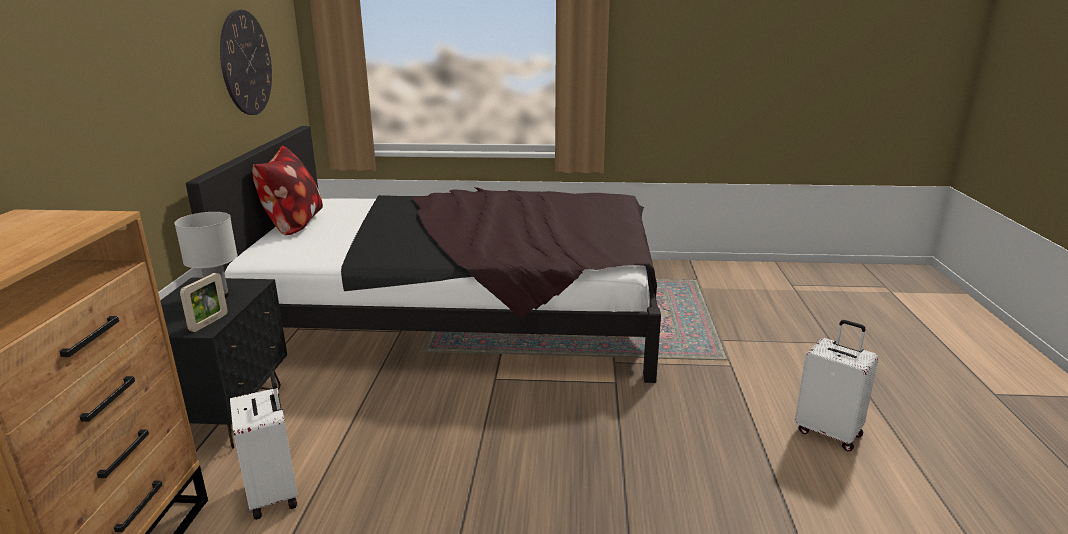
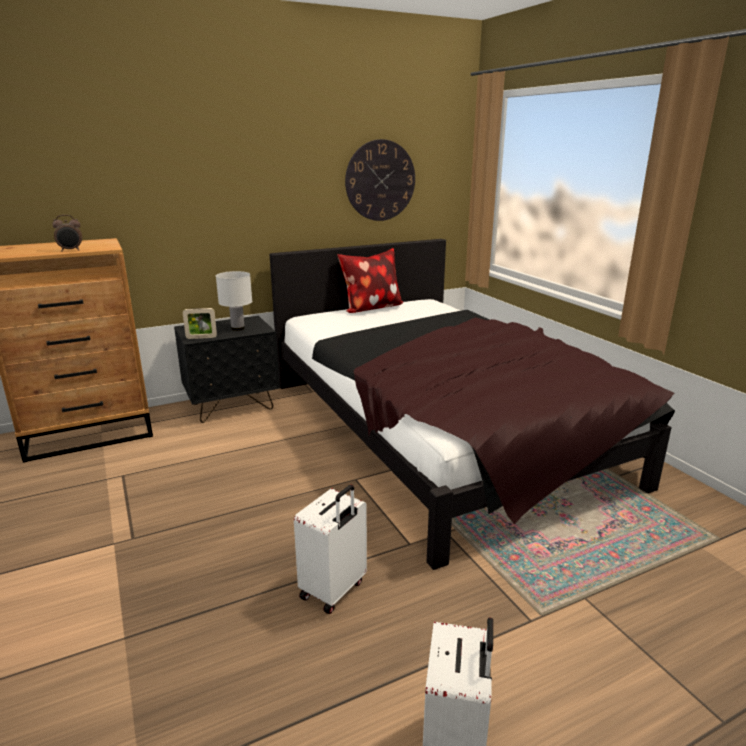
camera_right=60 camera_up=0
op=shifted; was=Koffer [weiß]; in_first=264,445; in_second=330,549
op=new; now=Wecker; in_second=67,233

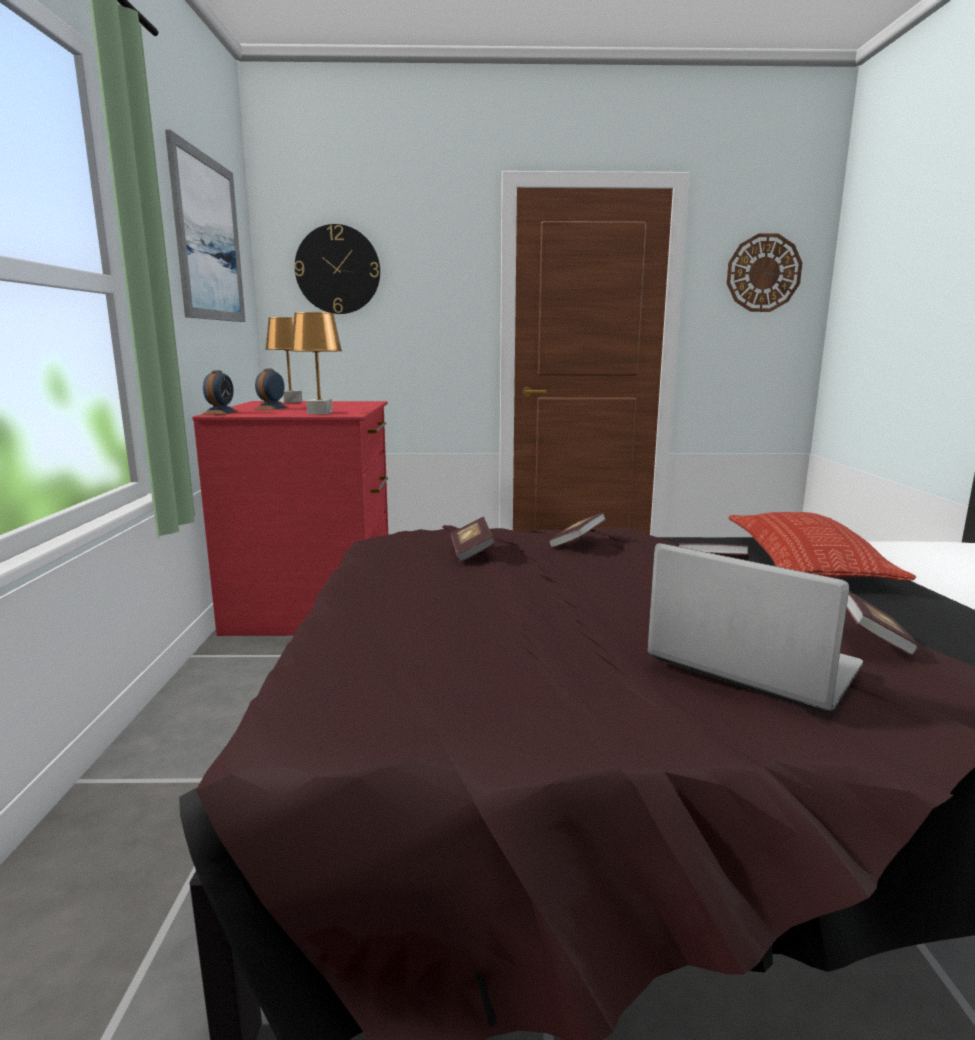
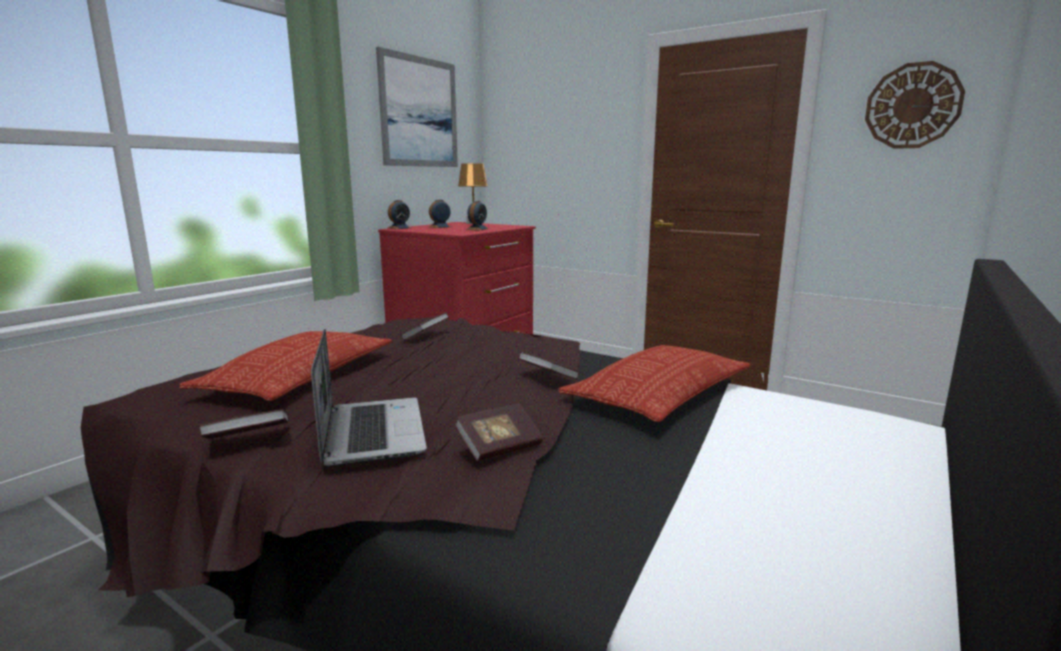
camera_right=35 camera_up=0
op=gone; was=Wanduhr; in_first=337,269
op=gone; was=Tischlampe [braun]; in_first=316,363
op=shifted; was=Buch; in_first=577,530; in_second=243,424
op=new; now=Wecker; in_second=477,216
op=new; now=Kissen; in_second=285,366

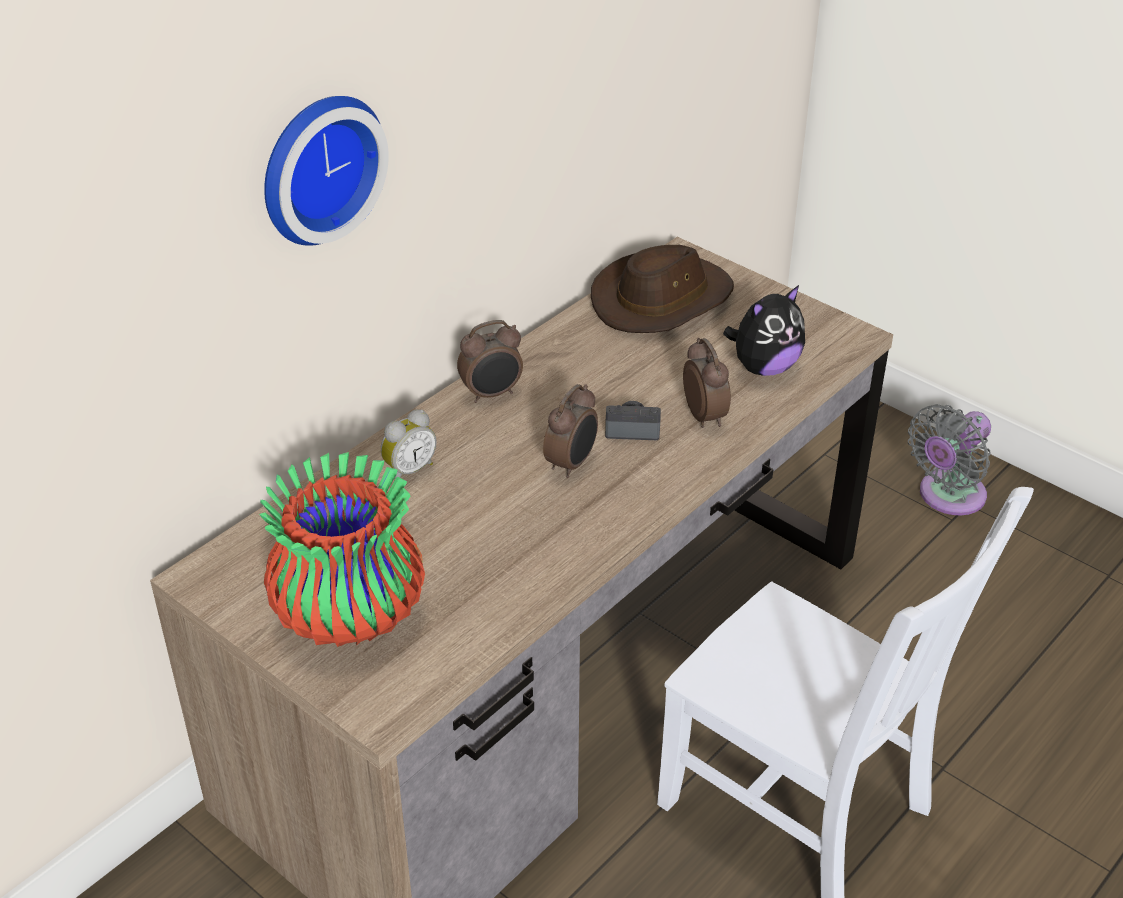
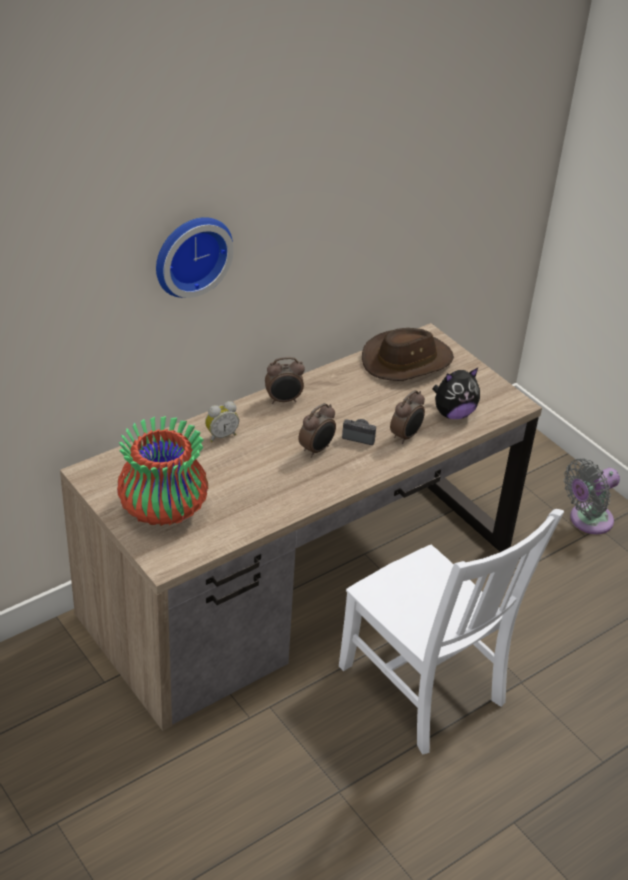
camera_right=10 camera_up=0
op=rotated; was=Wecker; in_first=707,383; in_second=407,417; clockwise=45

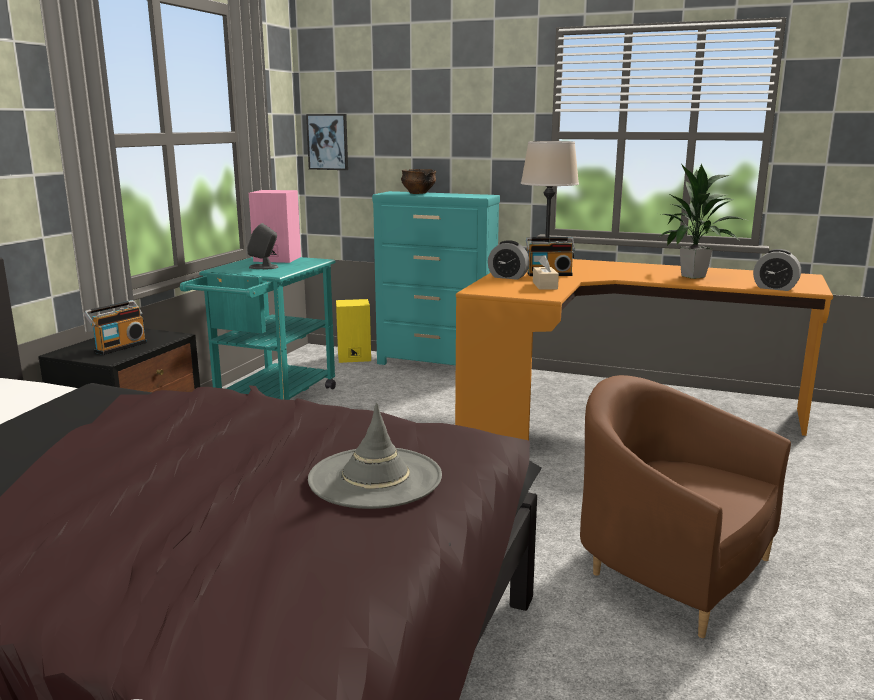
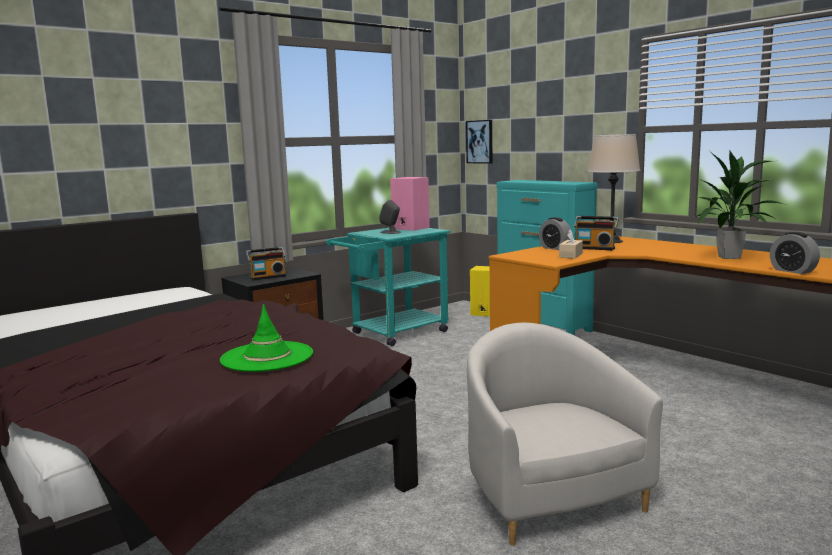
camera_right=30 camera_up=-5
op=gone; was=Schüssel; in_first=418,181
op=repainted; was=Sessel [braun]; now=Sessel [weiß]; in_first=685,506; in_second=565,434
op=repainted; was=Hut [grau]; now=Hut [grün]; in_first=375,456; in_second=266,338

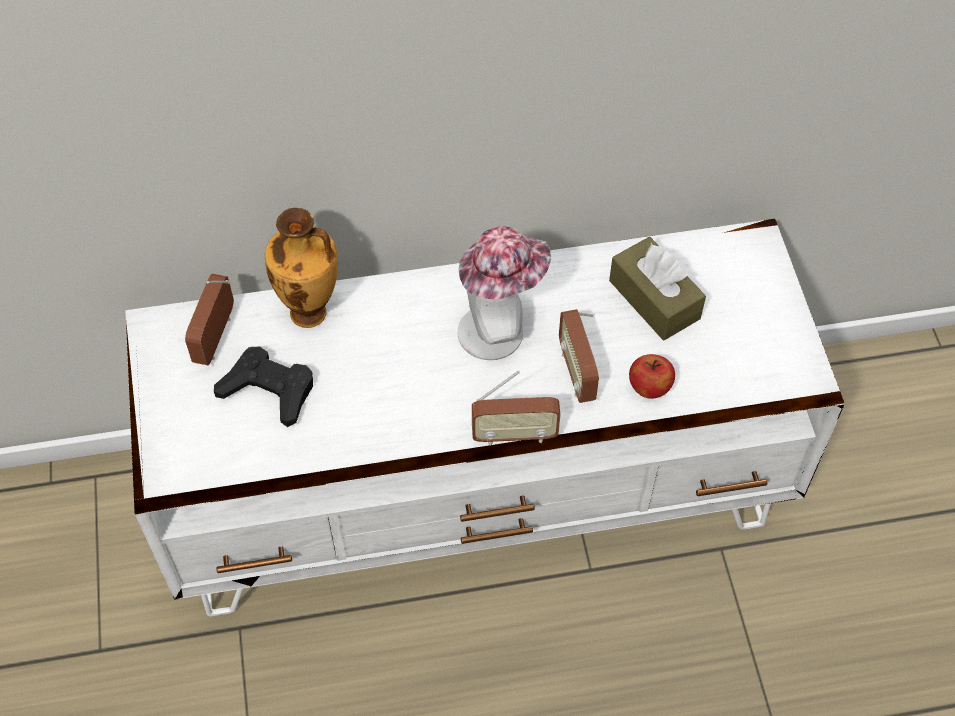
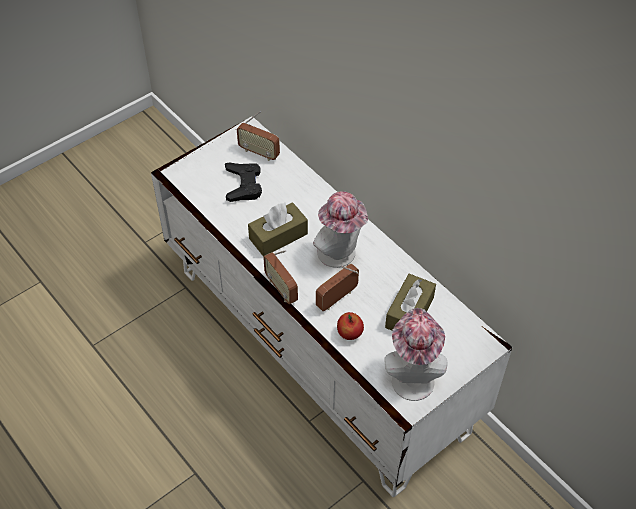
camera_right=60 camera_up=-5
op=gone; was=Vase; in_first=301,268
op=rotated; was=Radio; in_first=209,319; in_second=258,136; clockwise=-135
op=new; now=Taschentuchbox [braun]; in_second=278,229
op=new; now=Hut; in_second=415,354

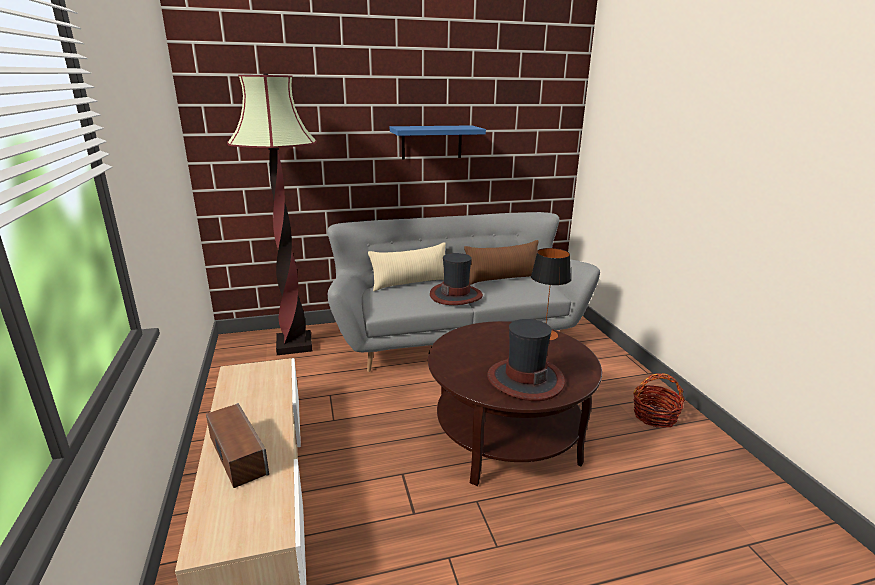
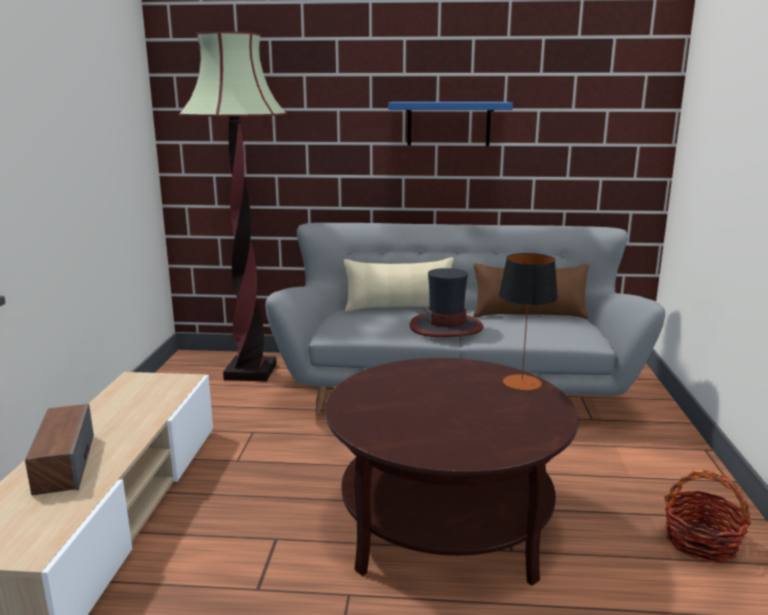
camera_right=20 camera_up=-5
op=gone; was=Hut; in_first=526,360

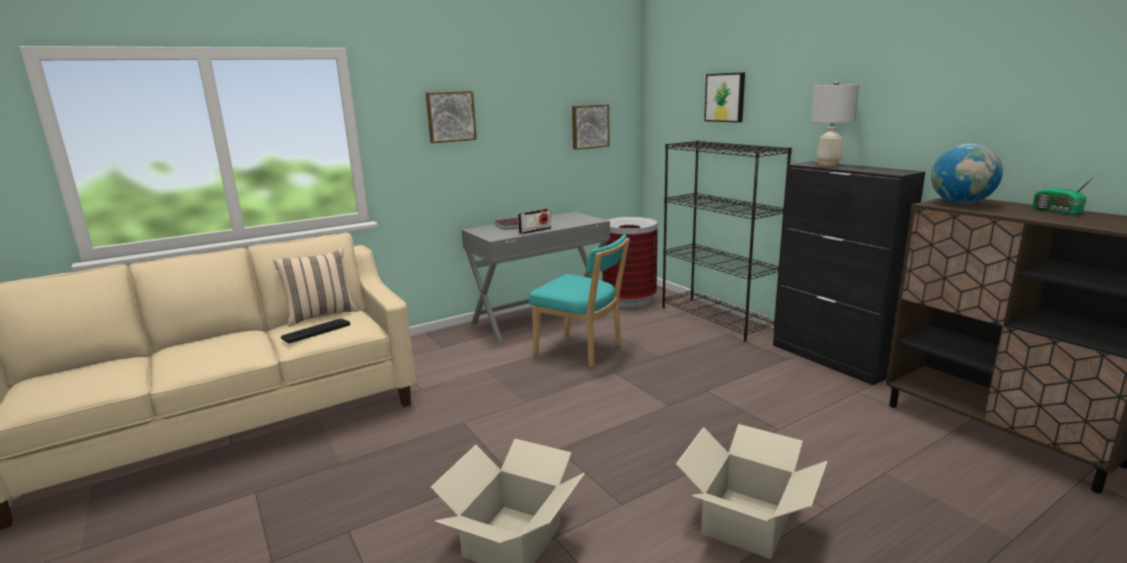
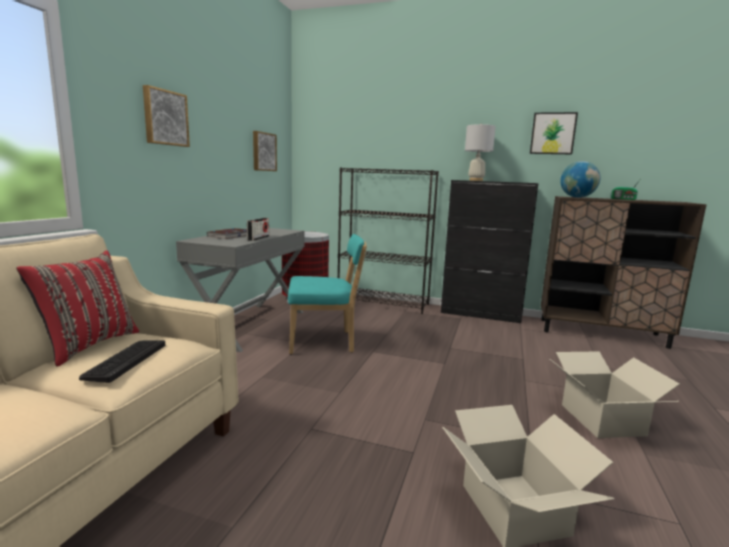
camera_right=-40 camera_up=-5
op=shifted; was=Bild; in_first=724,97; in_second=554,133
op=repainted; was=Kissen [beige]; now=Kissen [rot]; in_first=315,287; in_second=77,308

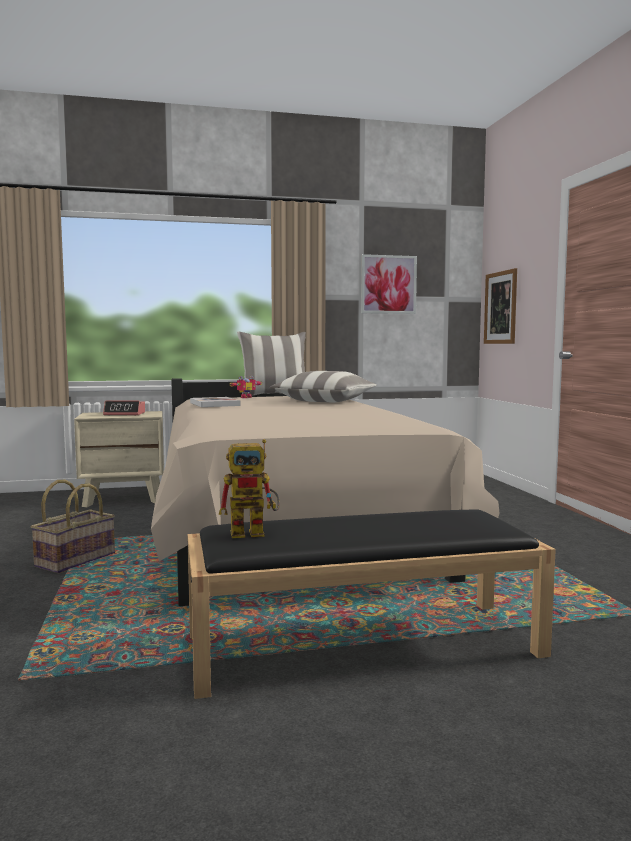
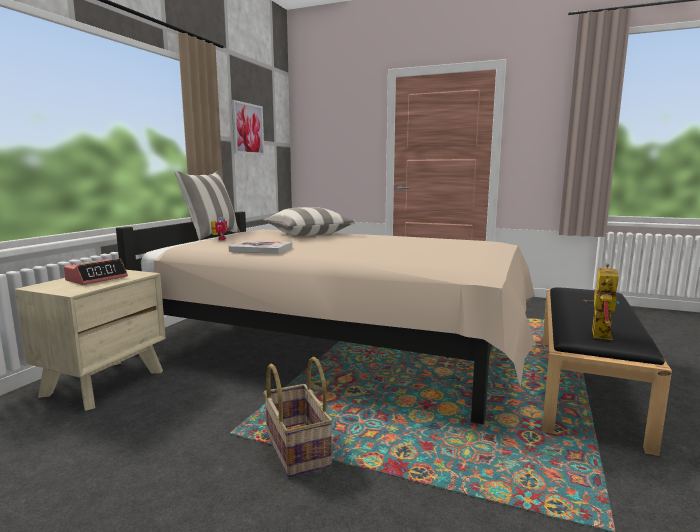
camera_right=-55 camera_up=5
op=gone; was=Bild; in_first=500,306

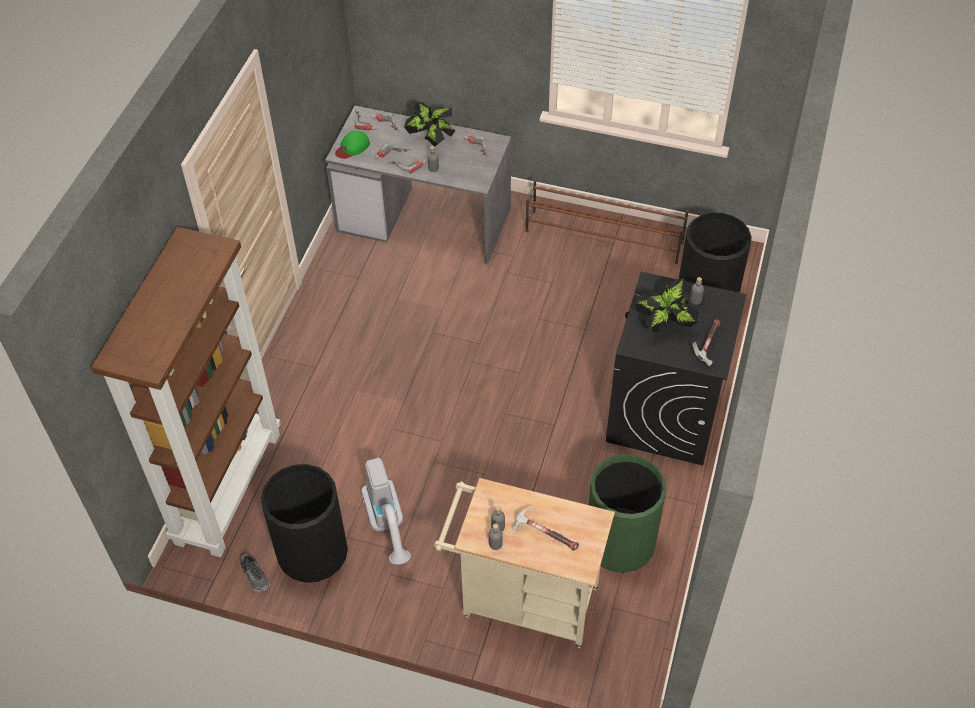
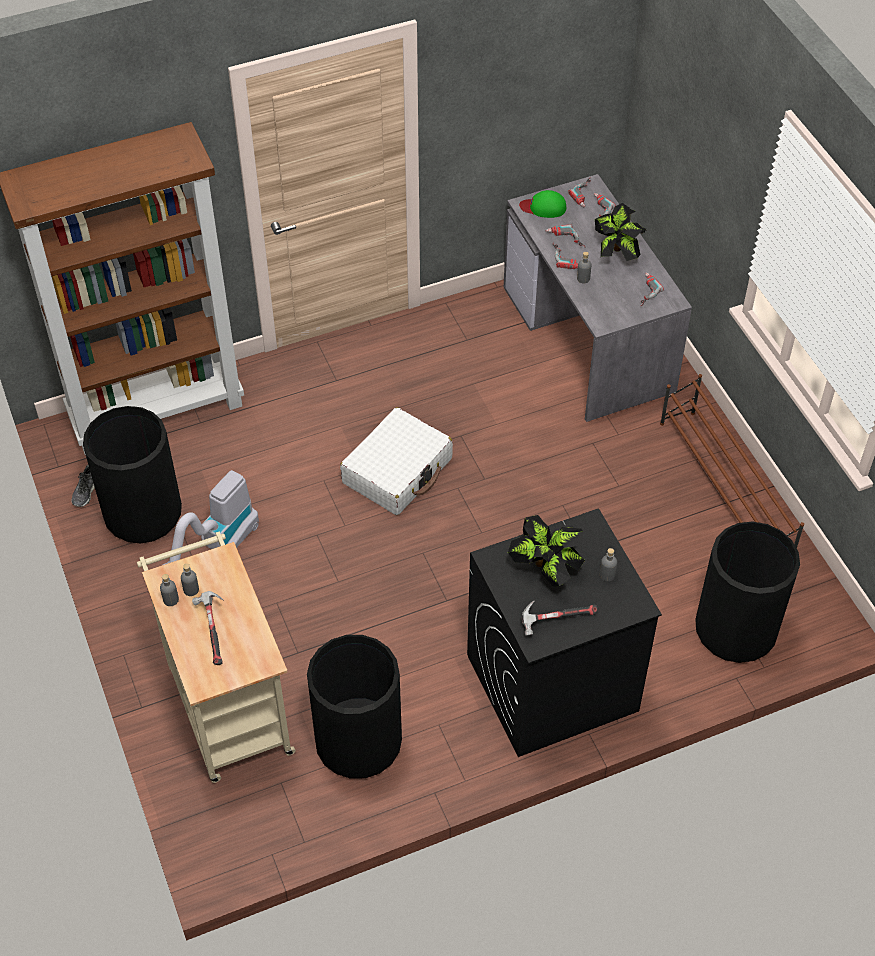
camera_right=50 camera_up=0
op=repainted; was=Mülleimer [grün]; now=Mülleimer [schwarz]; in_first=627,513; in_second=354,706
op=new; now=Koffer [weiß]; in_second=396,461

